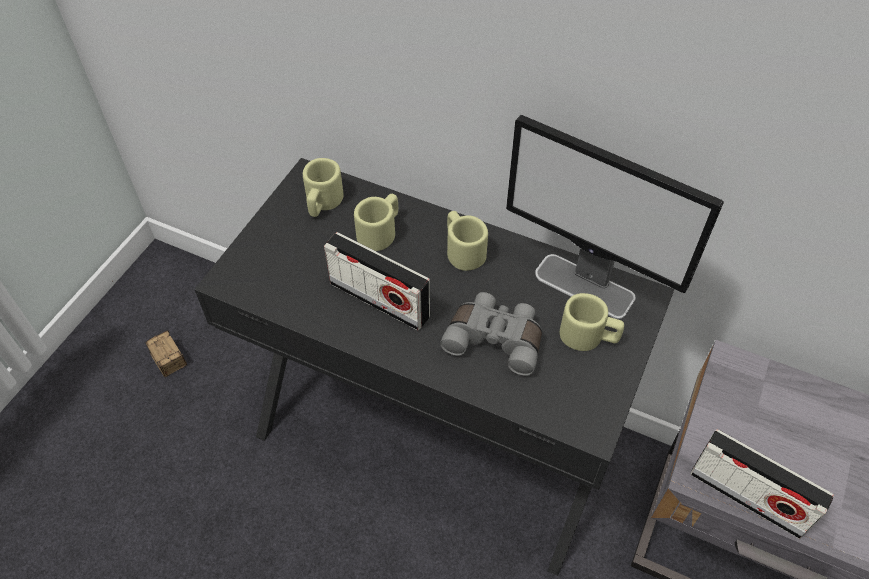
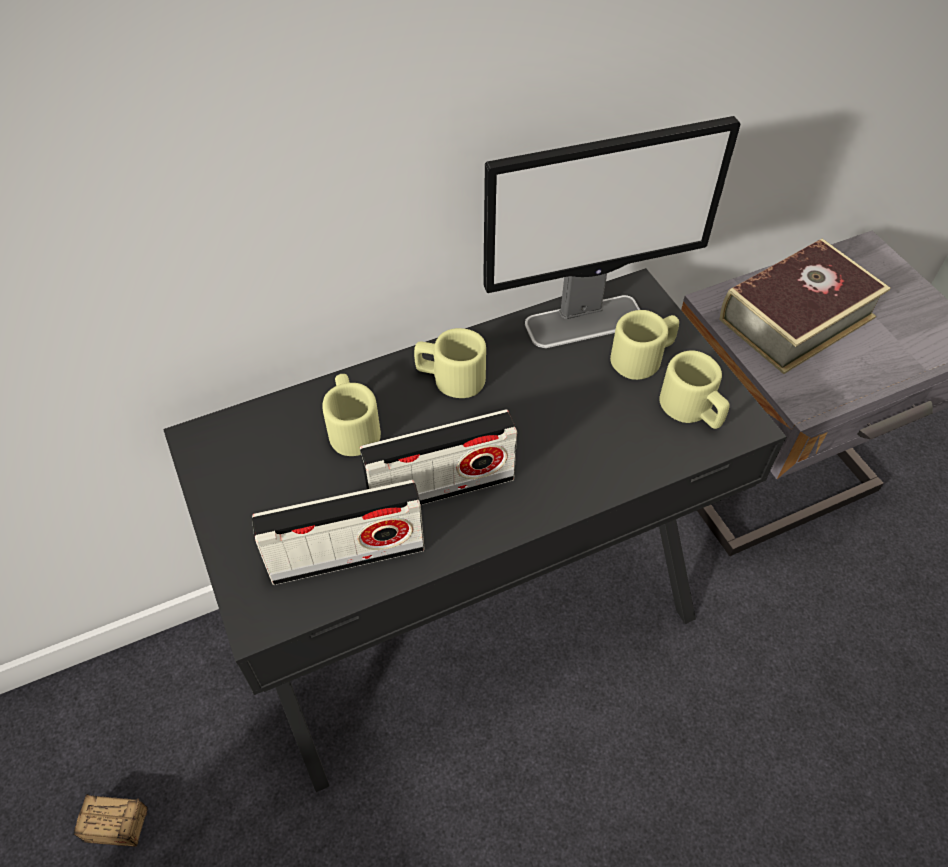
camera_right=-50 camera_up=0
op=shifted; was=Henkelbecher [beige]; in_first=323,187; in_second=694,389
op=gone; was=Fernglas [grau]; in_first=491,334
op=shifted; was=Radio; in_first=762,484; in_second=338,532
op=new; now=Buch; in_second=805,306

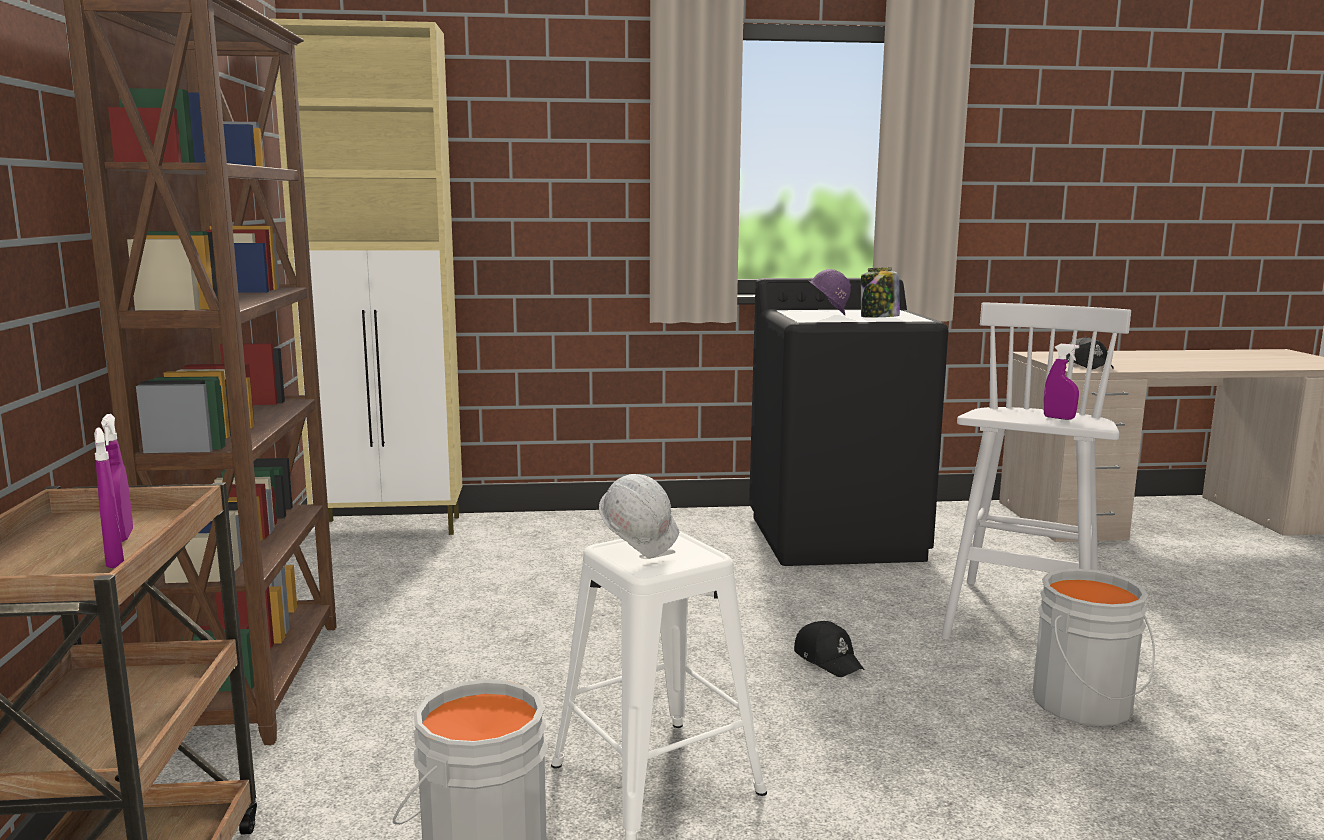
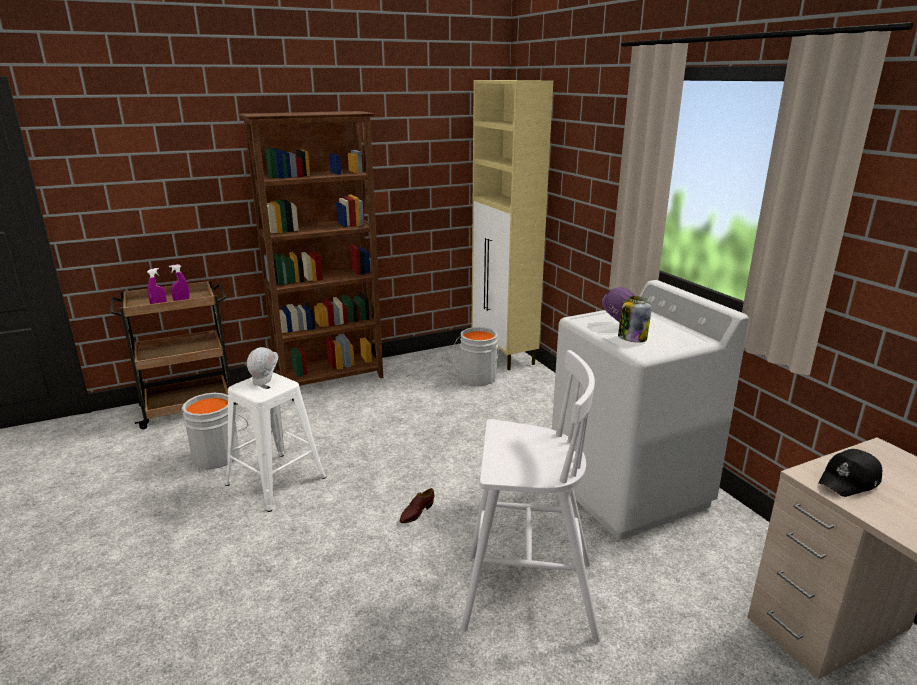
camera_right=70 camera_up=10
op=repainted; was=Waschmaschine [schwarz]; now=Waschmaschine [weiß]; in_first=849,422; in_second=650,410
op=gone; was=Sprühflasche [lila]; in_first=1061,382
op=shifted; was=Eimer [grau]; in_first=1094,647; in_second=475,356
op=swapped; was=Kappe [schwarz]; now=Schuh [braun]; in_first=829,649; in_second=417,505

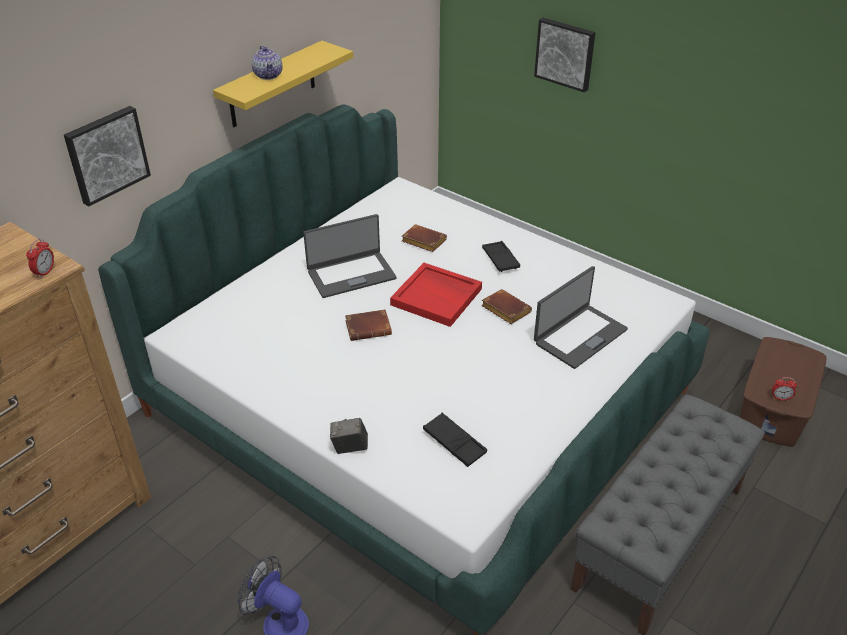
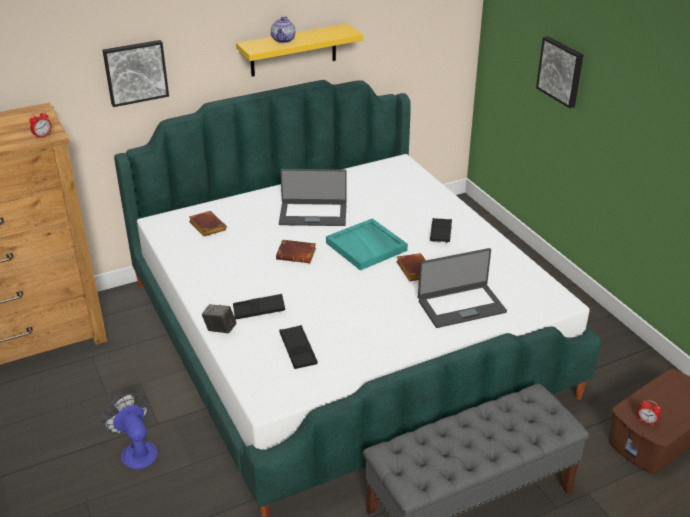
camera_right=25 camera_up=-5
op=shifted; was=Buch [braun]; in_first=424,238; in_second=208,223
op=repainted; was=Tablett [rot]; now=Tablett [türkis]; in_first=436,295; in_second=367,244
op=new; now=Tablett [schwarz]; in_second=259,307

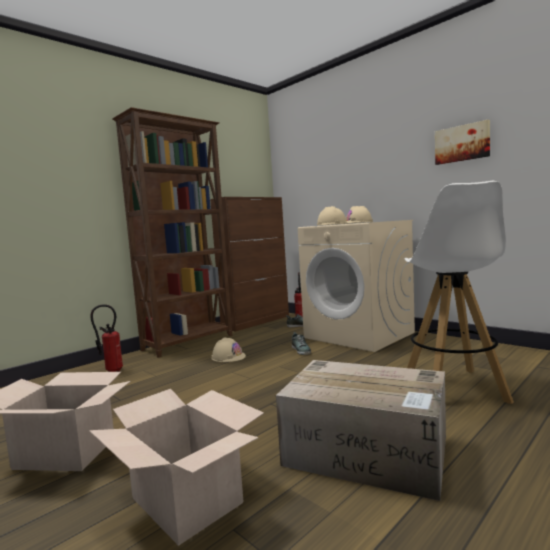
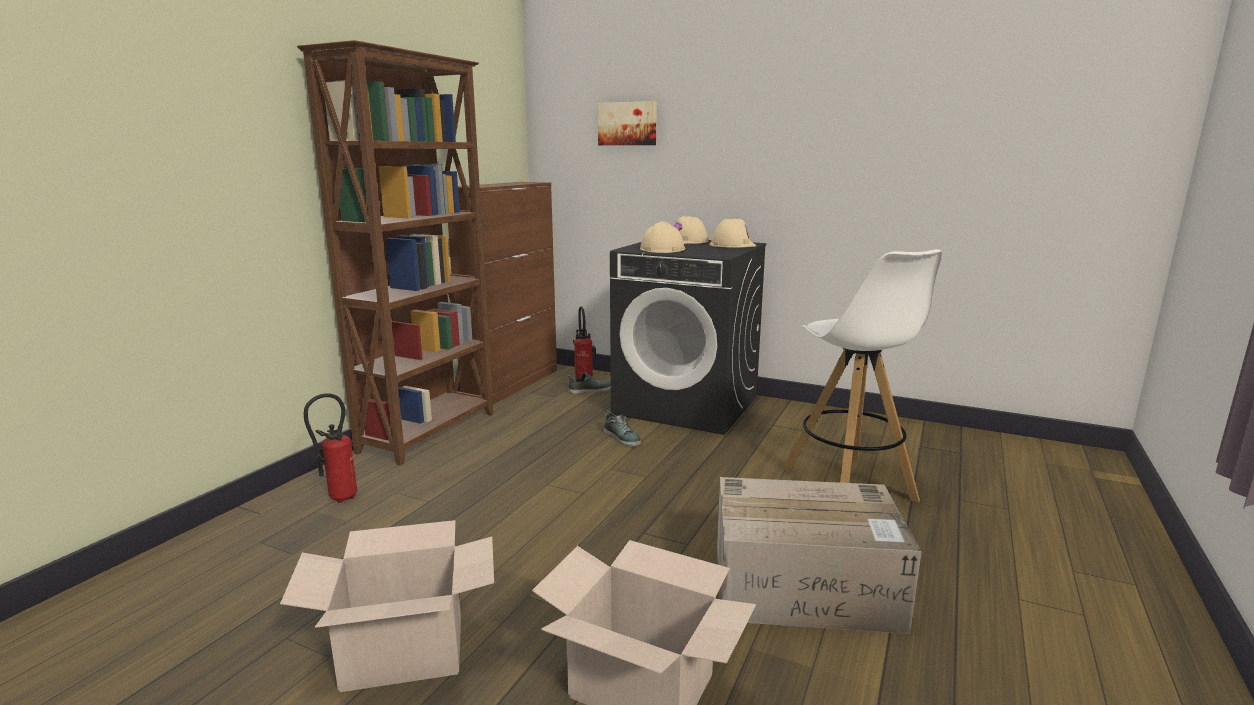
camera_right=-20 camera_up=10
op=shifted; was=Bild; in_first=462,142; in_second=627,123
op=repainted; was=Waschmaschine [beige]; now=Waschmaschine [schwarz]; in_first=356,286; in_second=688,337
op=shifted; was=Schutzhelm [beige]; in_first=228,349; in_second=732,233

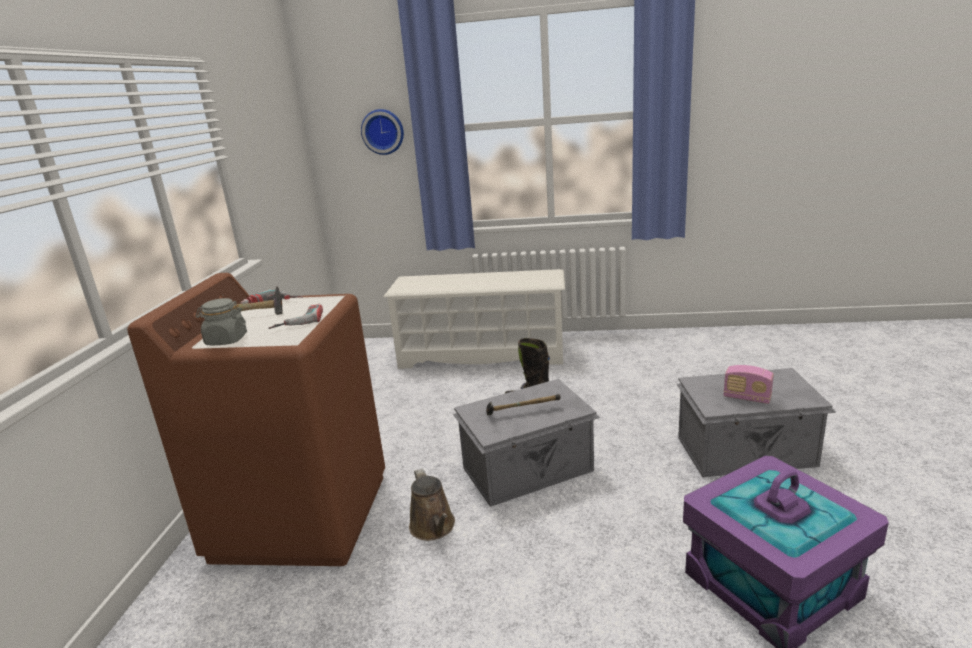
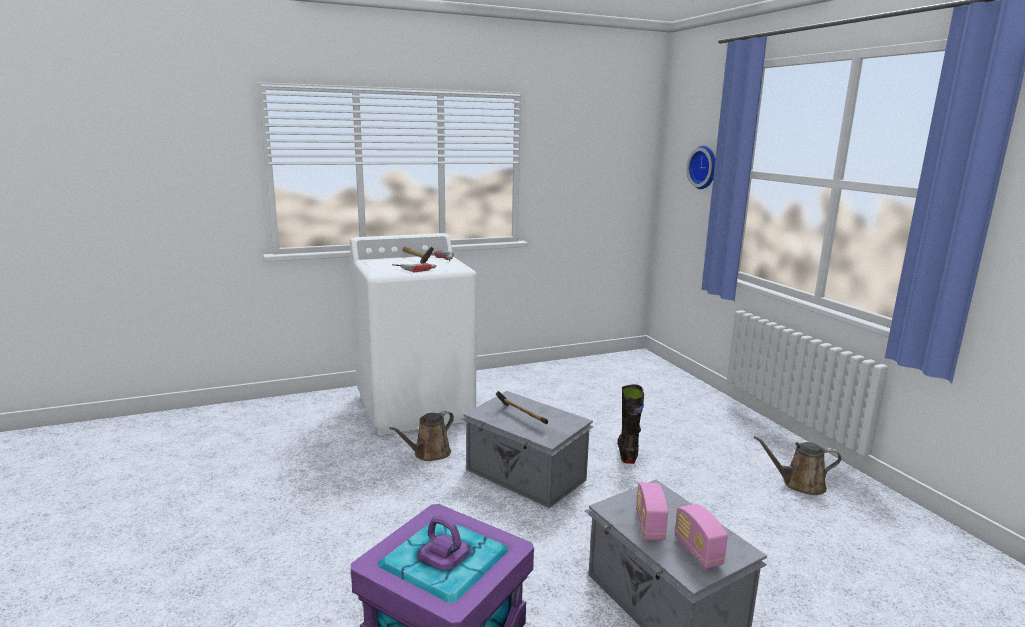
camera_right=60 camera_up=-5
op=gone; was=Schuhregal [weiß]; in_first=474,319
op=repainted; was=Waschmaschine [braun]; now=Waschmaschine [weiß]; in_first=256,419; in_second=413,334
op=gone; was=Vorratsglas [grau]; in_first=221,321
op=new; now=Gießkanne [braun]; in_second=797,465
op=new; now=Radio; in_second=701,536

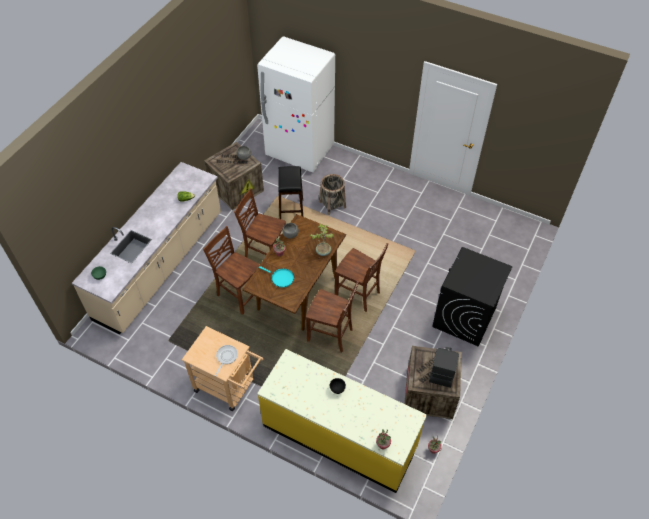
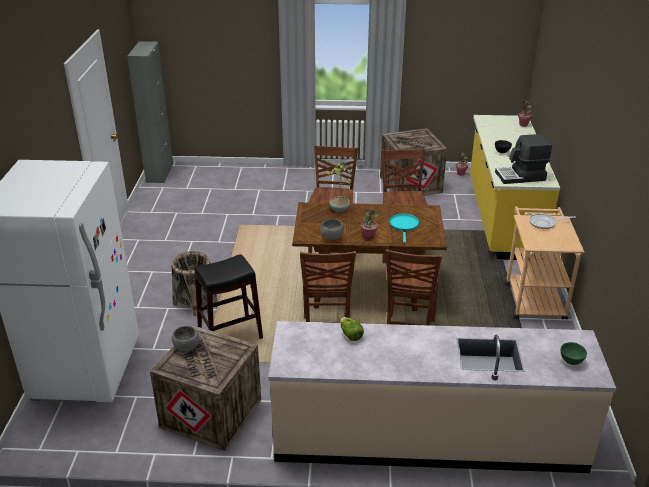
camera_right=-115 camera_up=-20
op=gone; was=Waschmaschine [schwarz]; in_first=472,297
op=shifted; was=Kaffeemaschine; in_first=444,367; in_second=523,159
op=new; now=Schrank [grau]; in_second=150,112

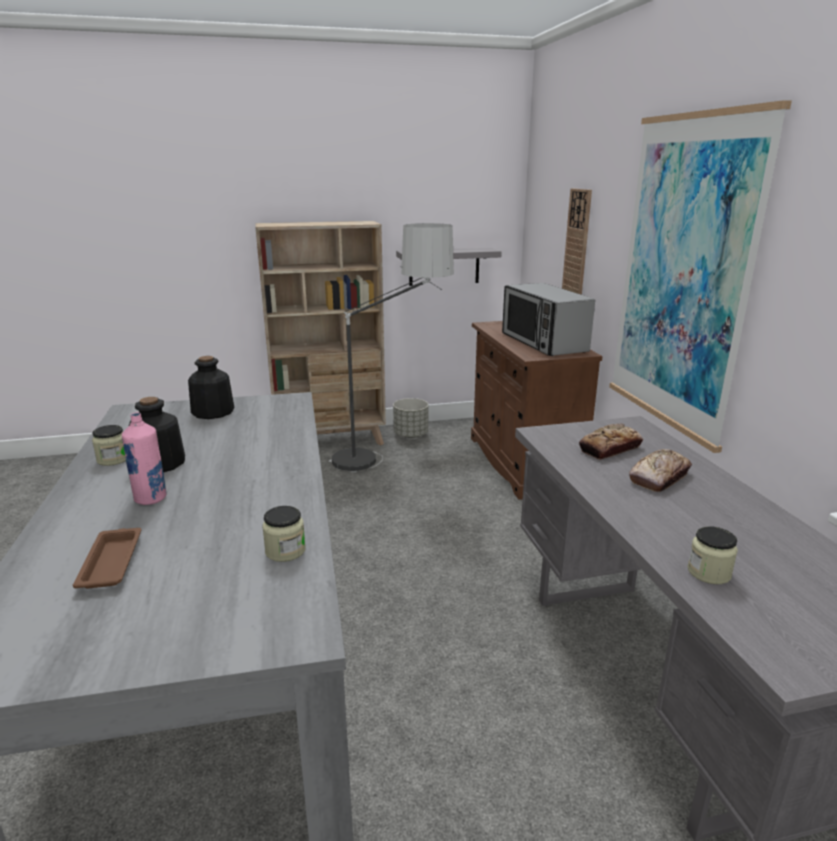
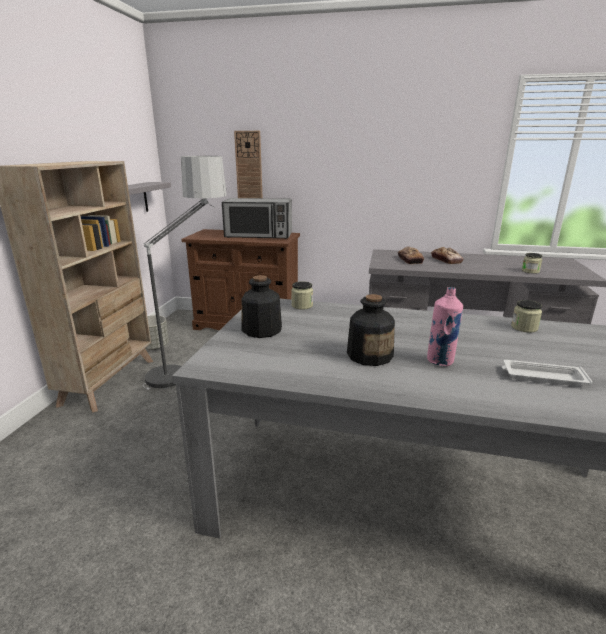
camera_right=-65 camera_up=0
op=gone; was=Bild; in_first=700,276
op=shifted; was=Vorratsglas; in_first=109,445; in_second=302,295
op=repainted; was=Tablett [braun]; now=Tablett [weiß]; in_first=107,558; in_second=547,373

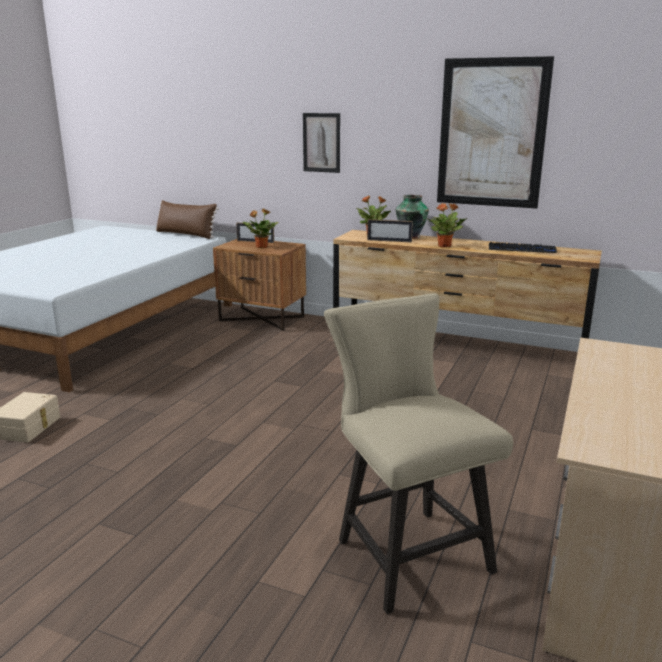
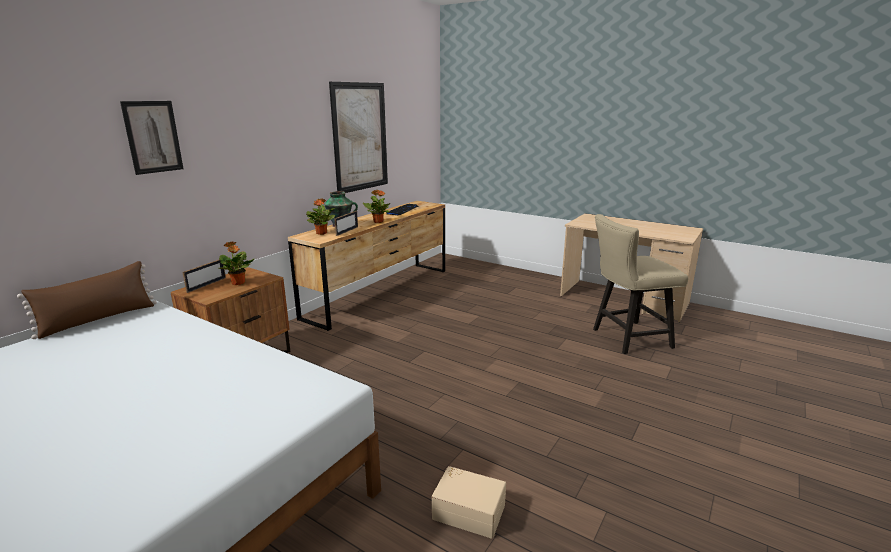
camera_right=-80 camera_up=0
op=shifted; was=Bild; in_first=321,143; in_second=151,138

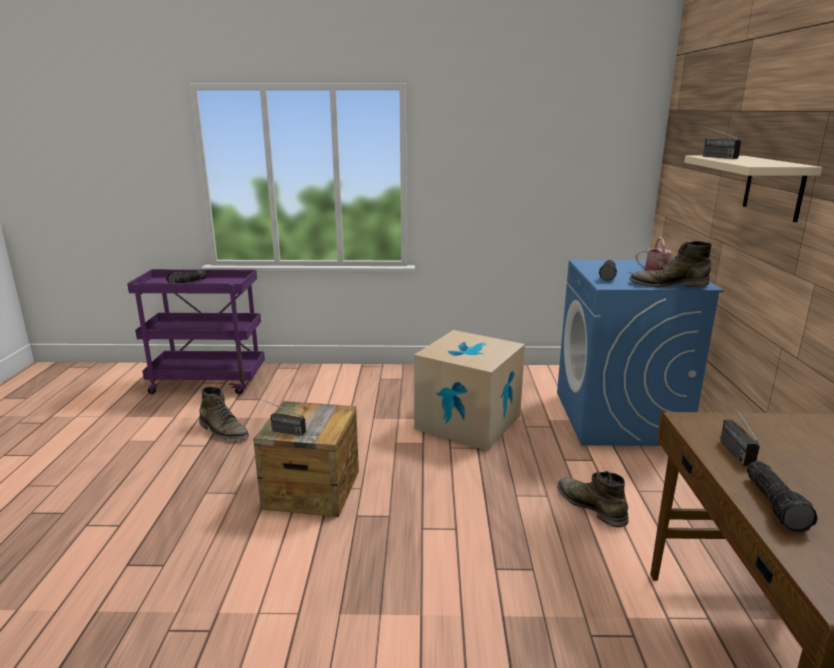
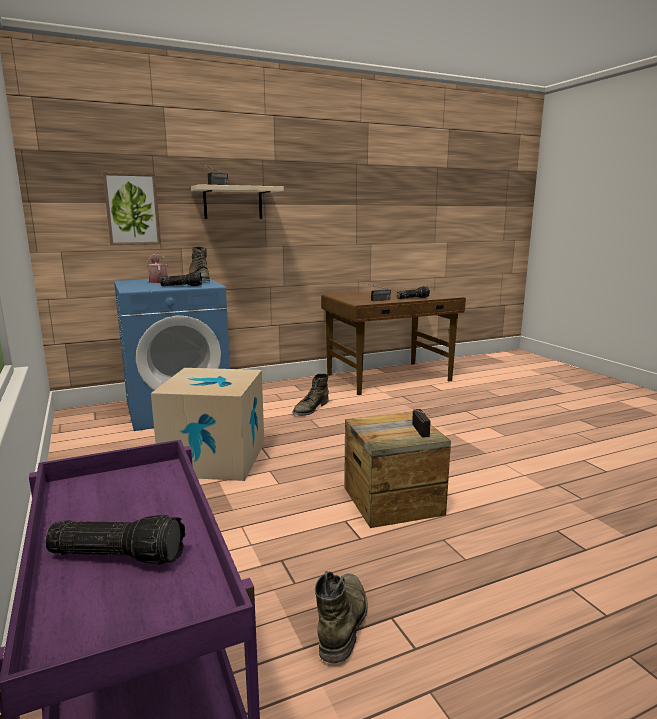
camera_right=-115 camera_up=-5
op=new; now=Bild; in_second=132,208

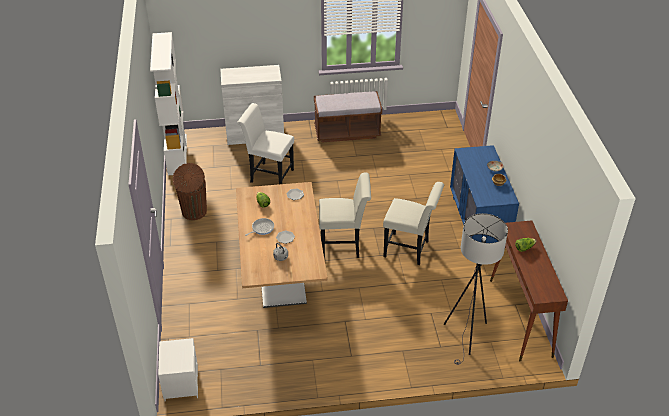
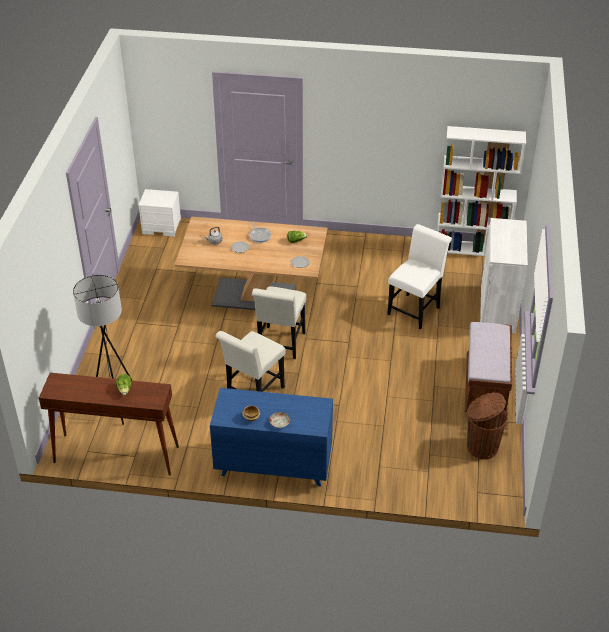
camera_right=105 camera_up=0
op=shifted; was=Mülleimer [braun]; in_first=190,191; in_second=487,425

